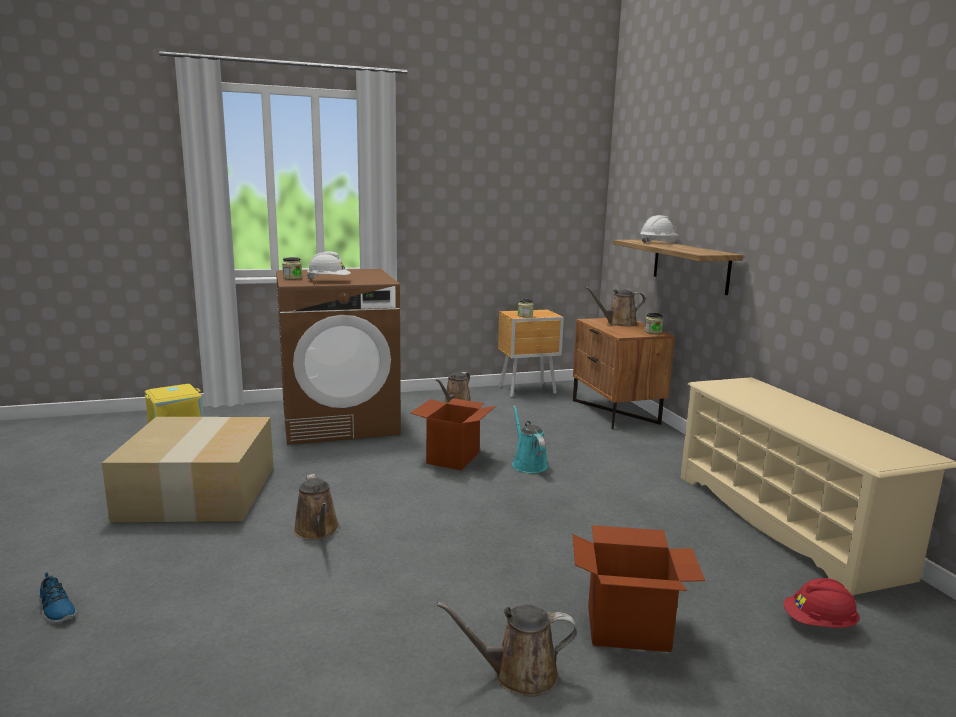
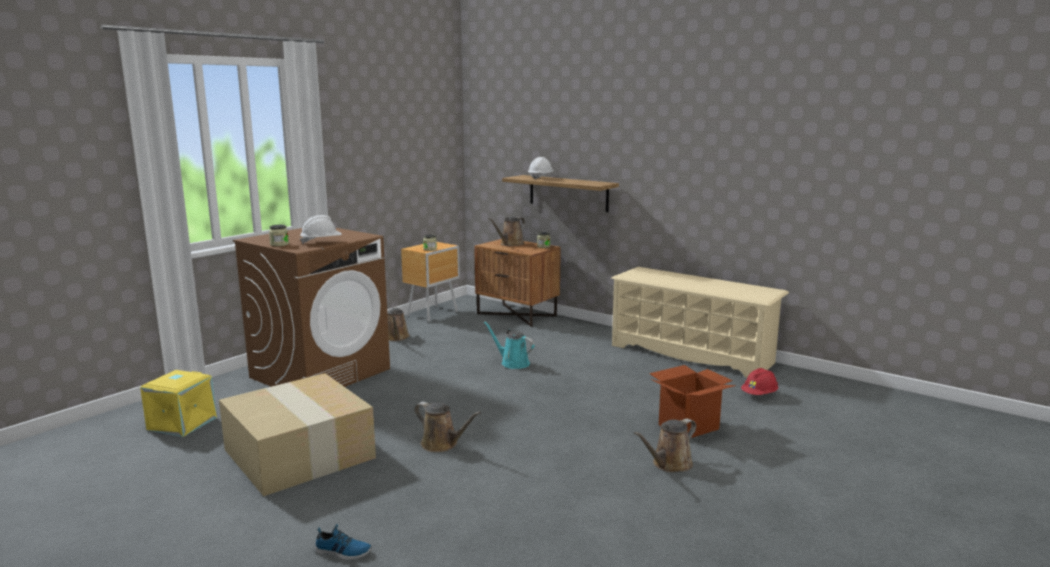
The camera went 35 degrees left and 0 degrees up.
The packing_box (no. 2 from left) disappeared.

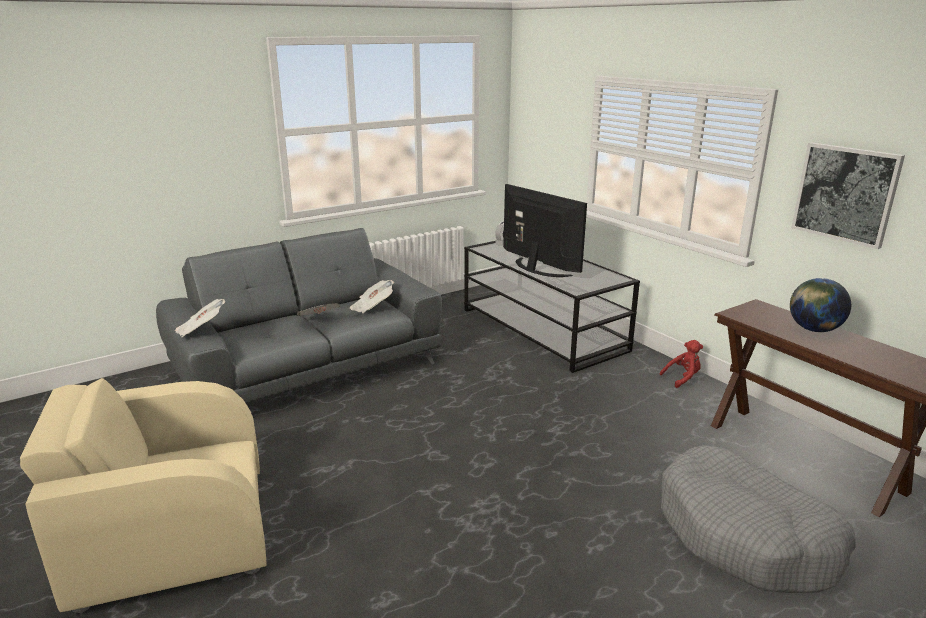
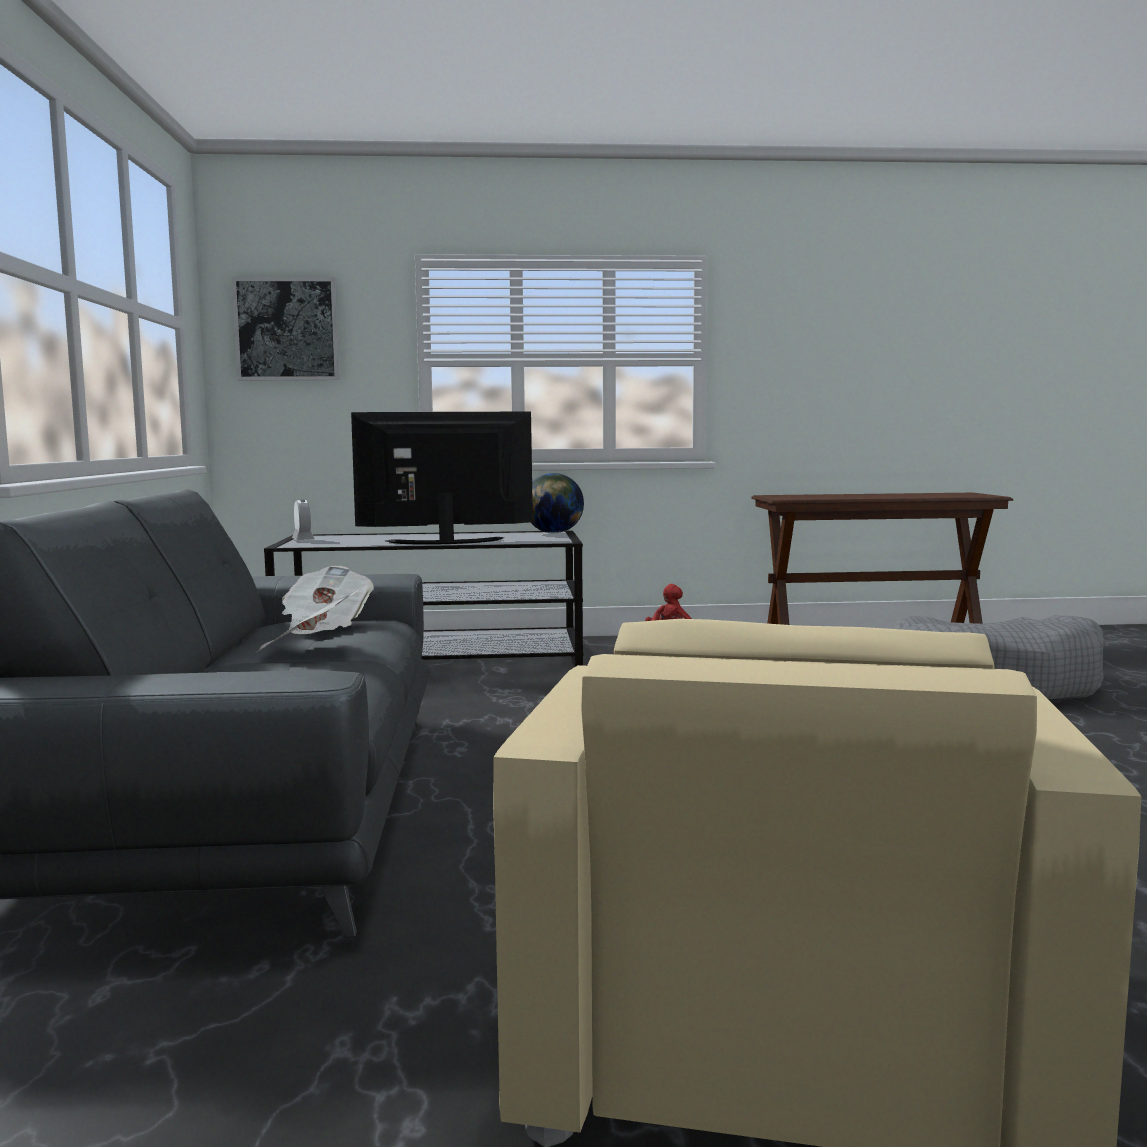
The camera went 60 degrees left and 15 degrees down.
The newspaper (no. 1 from left) disappeared.
The desk_globe moved.
The wall_picture moved.

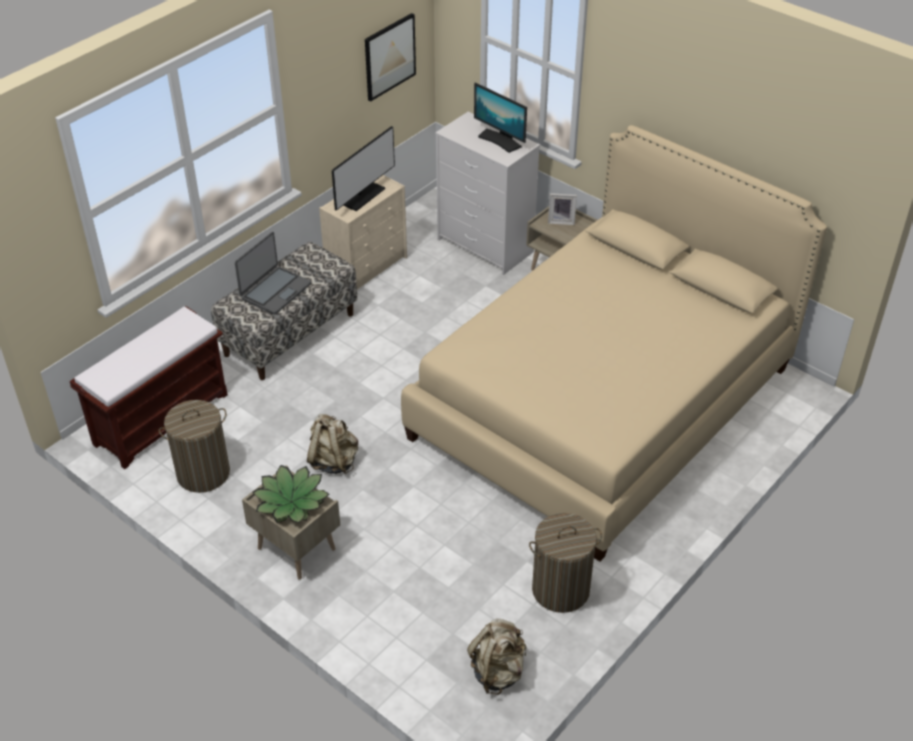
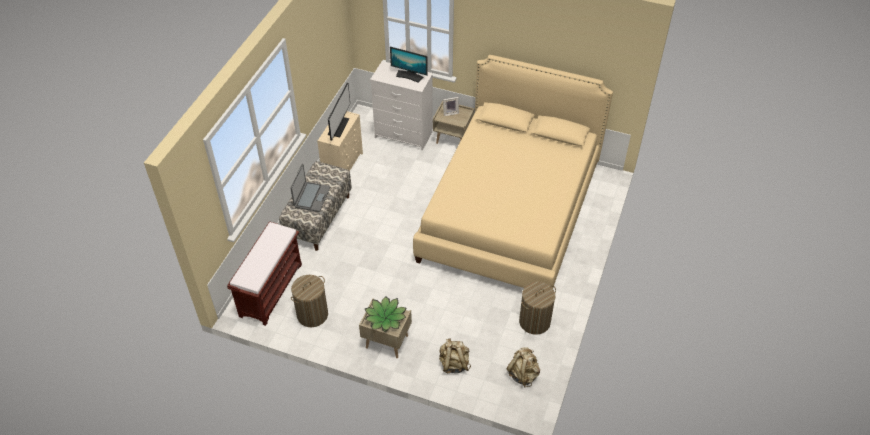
The camera went 20 degrees left and 5 degrees up.
The beige-coloured_rucksack (no. 1 from left) moved.
The wall_picture disappeared.

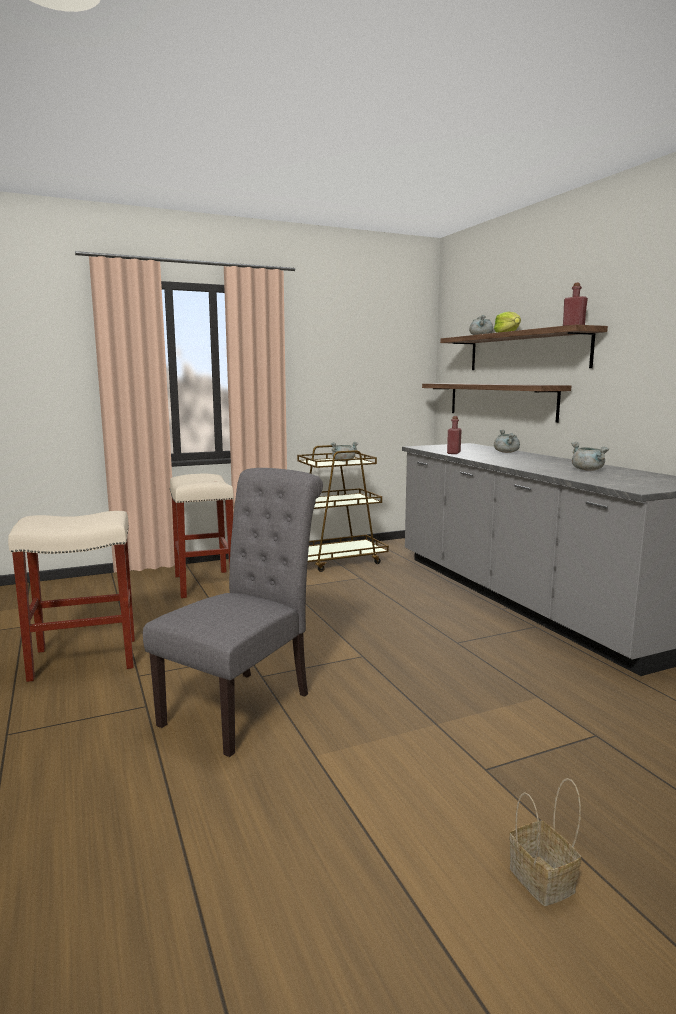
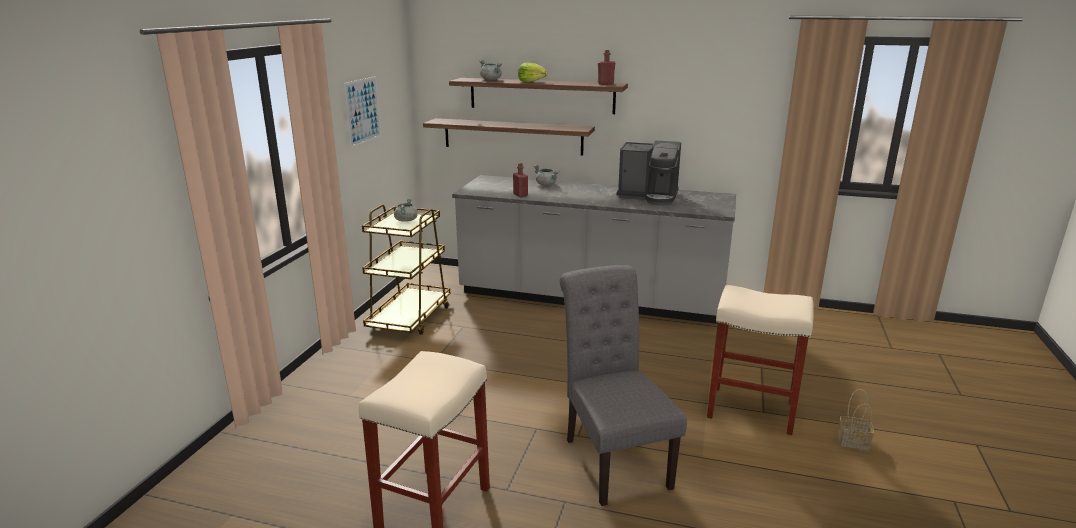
The camera went 50 degrees left and 10 degrees up.
The beige-coloured_stool_seat (no. 2 from left) moved.
The grey_cooking_pot (no. 4 from left) was replaced by the coffee_brewer.
The wall_picture appeared.

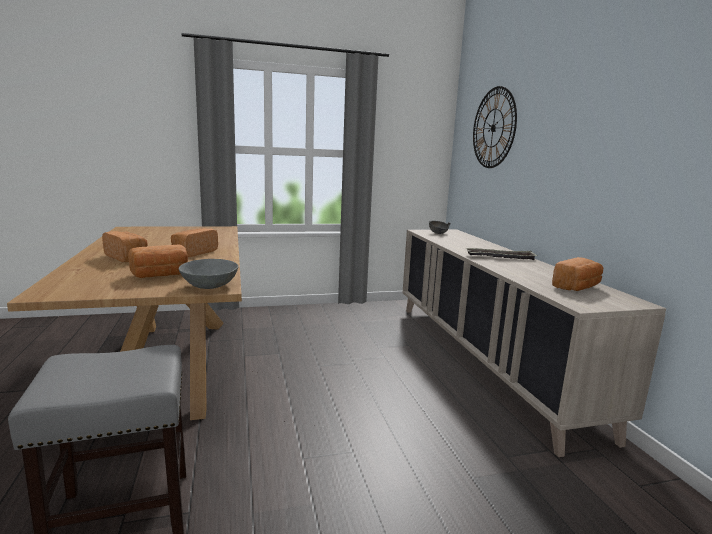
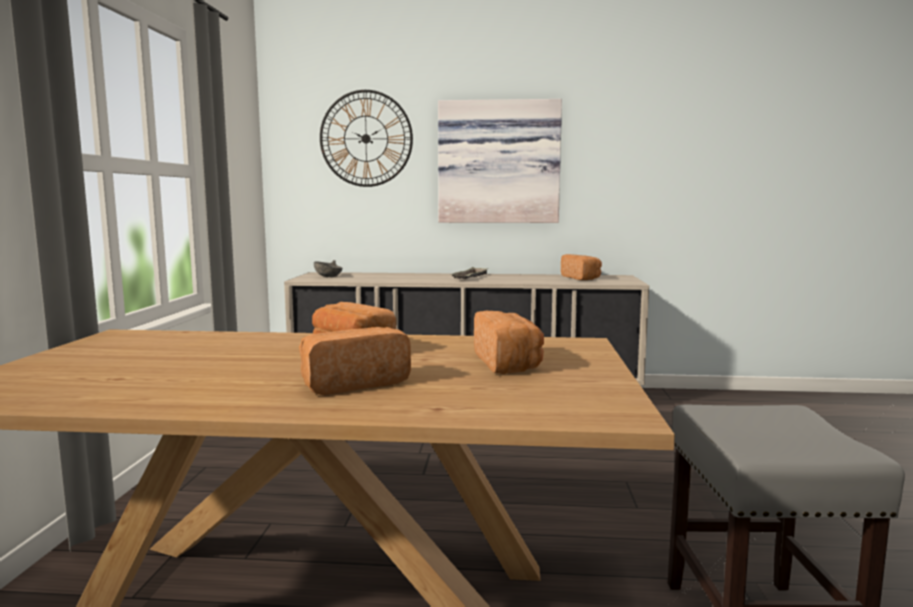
The camera went 70 degrees left and 5 degrees down.
The grey_bowl (no. 1 from left) disappeared.
The wall_picture appeared.

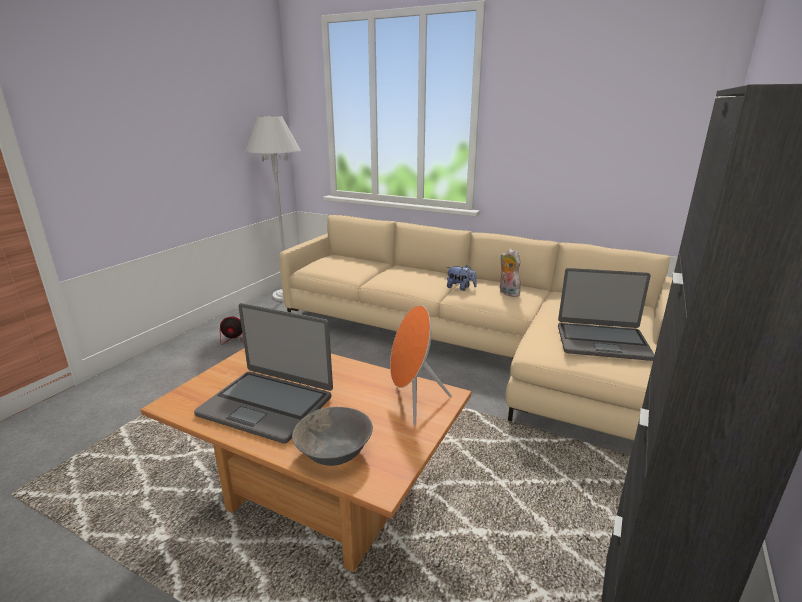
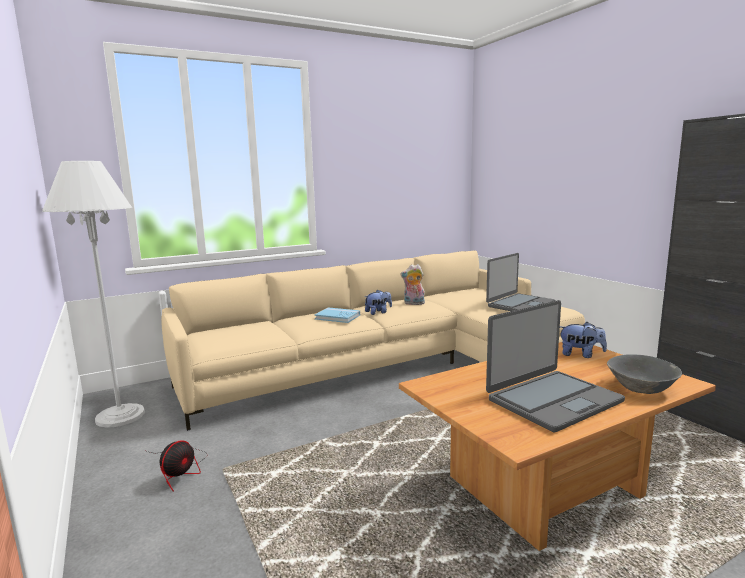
The camera went 55 degrees left and 10 degrees down.
The orange-coloured_speaker was replaced by the soft_toy (no. 3 from left).
The blue_book appeared.

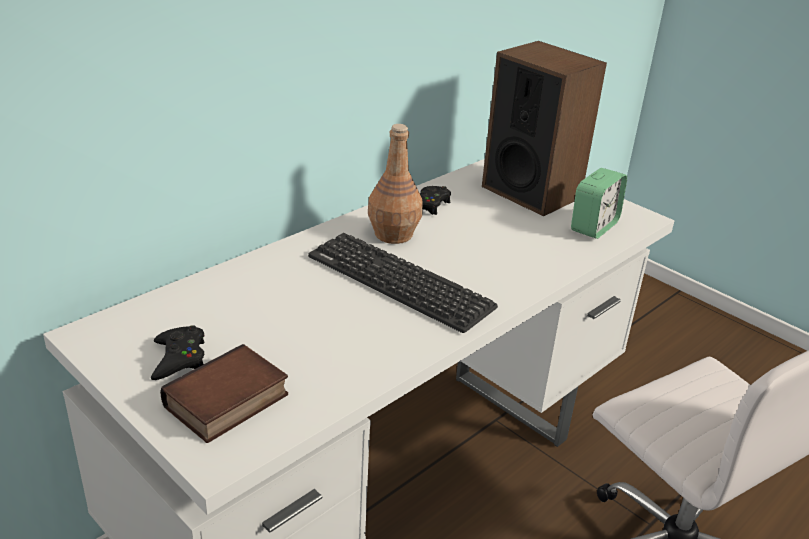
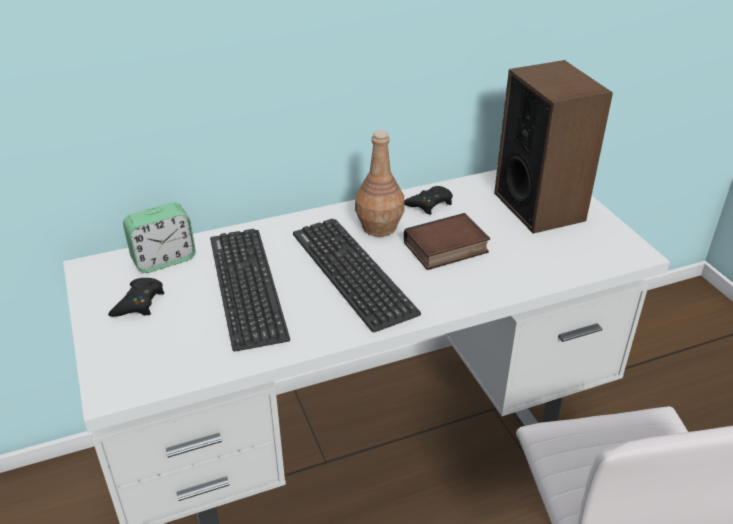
The camera went 25 degrees right and 5 degrees up.
The book moved.
The bedside_clock moved.
The keyboard (no. 1 from left) appeared.

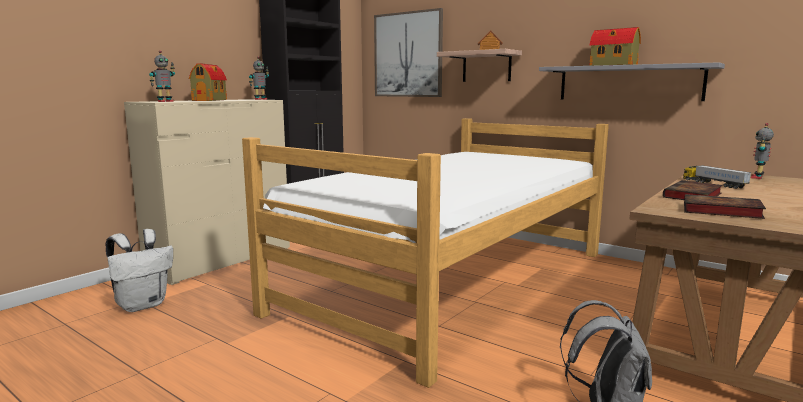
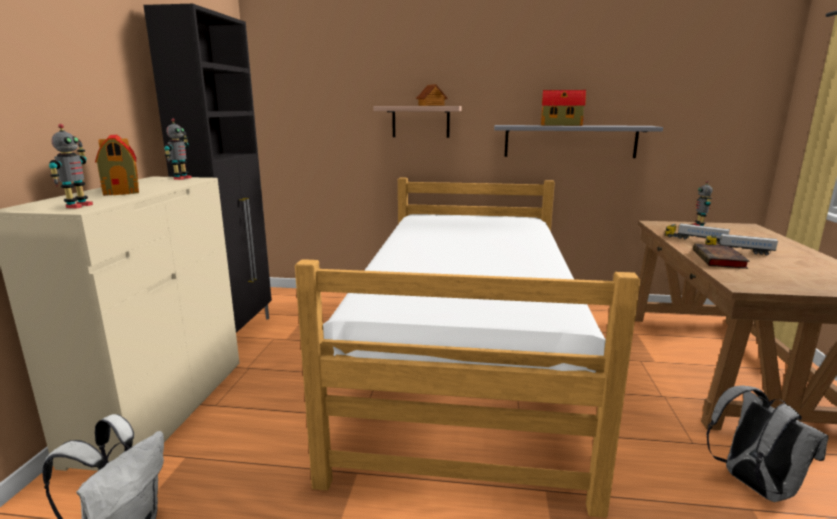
The camera went 30 degrees left and 5 degrees up.
The wall_picture disappeared.
The book (no. 2 from left) disappeared.
The toy_truck (no. 2 from left) appeared.

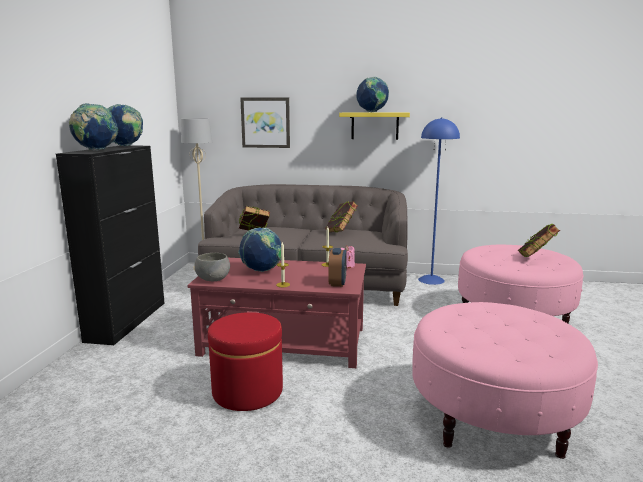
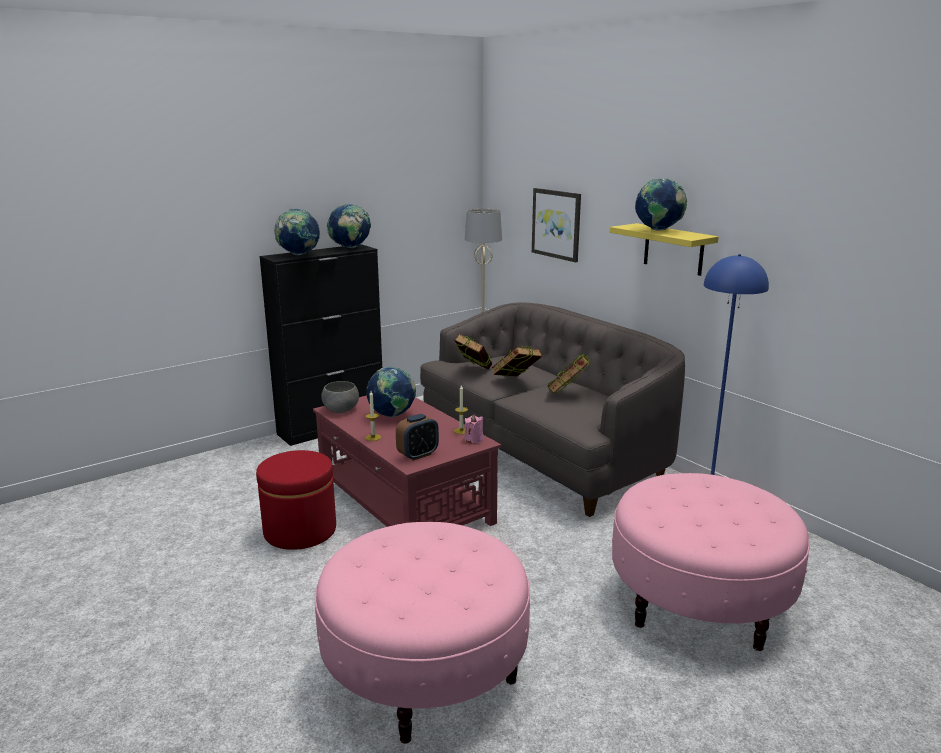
The camera went 45 degrees right and 5 degrees up.
The book (no. 3 from left in the first image) moved.

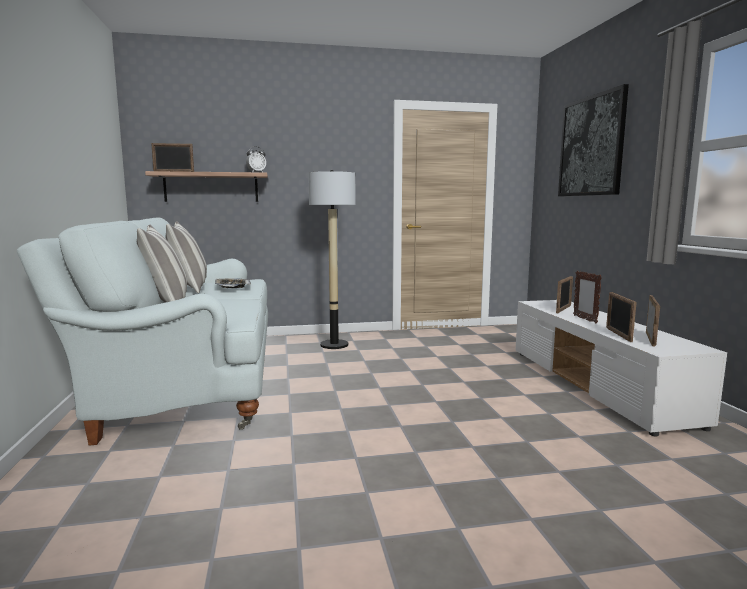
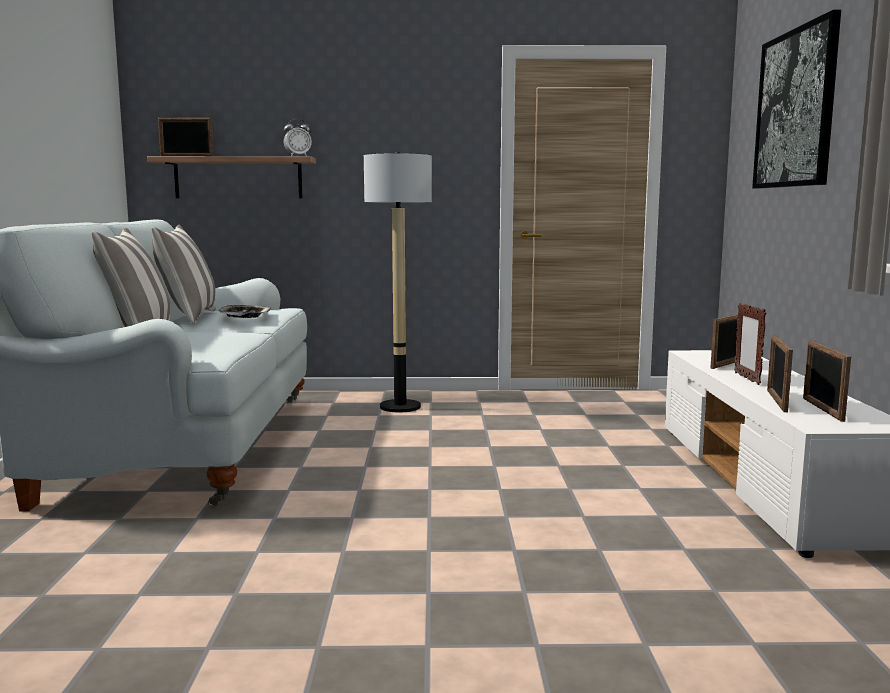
The camera went 10 degrees right and 0 degrees up.
The picture_frame (no. 5 from left) turned 150 degrees clockwise.

